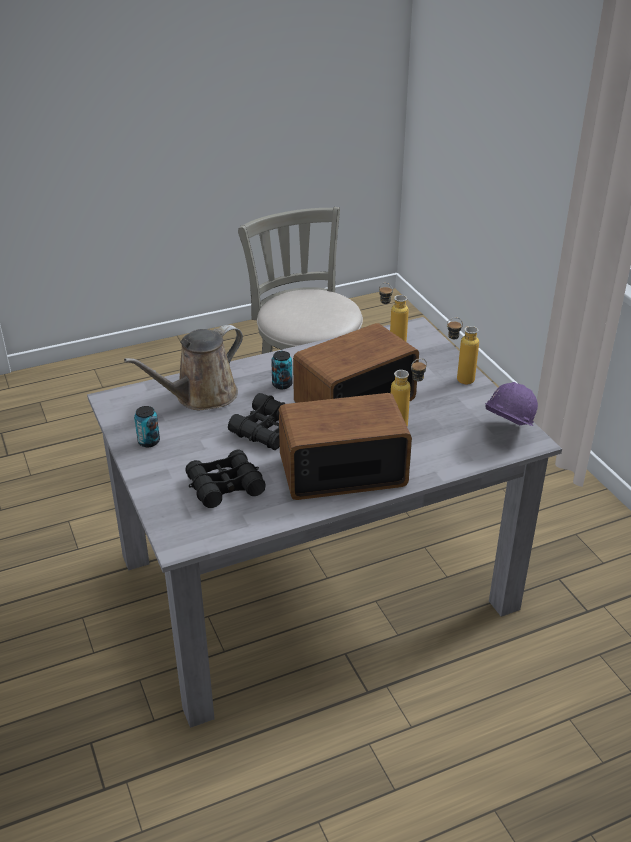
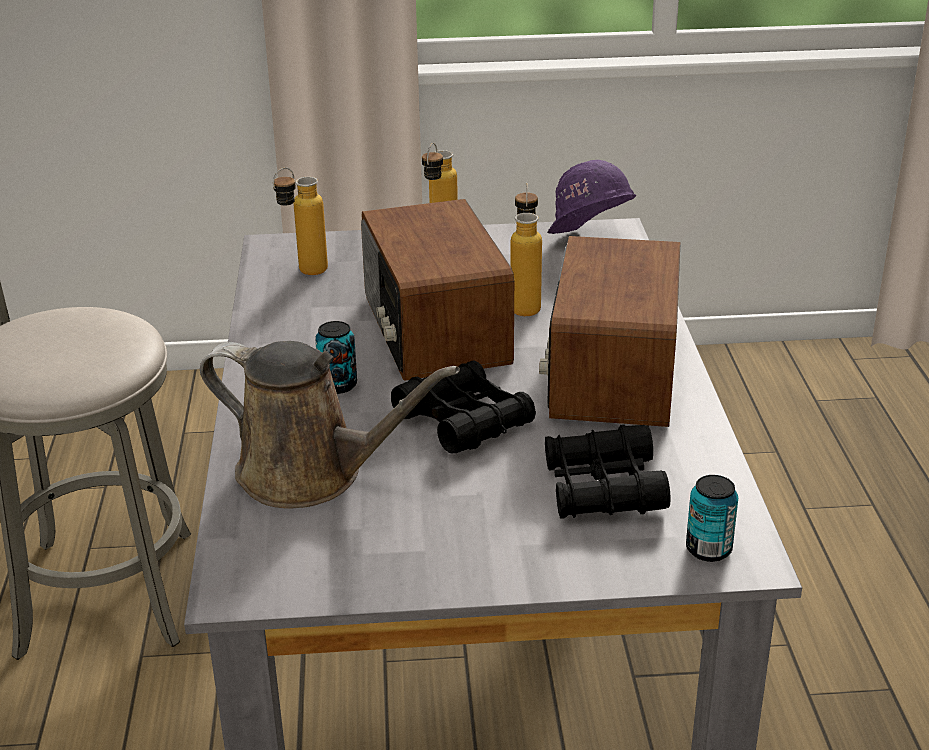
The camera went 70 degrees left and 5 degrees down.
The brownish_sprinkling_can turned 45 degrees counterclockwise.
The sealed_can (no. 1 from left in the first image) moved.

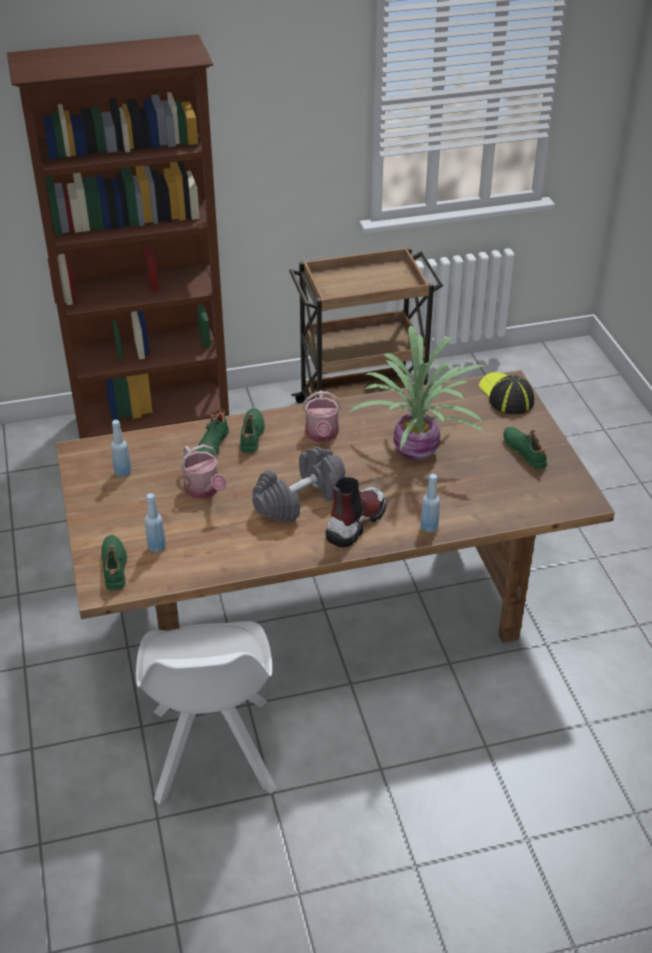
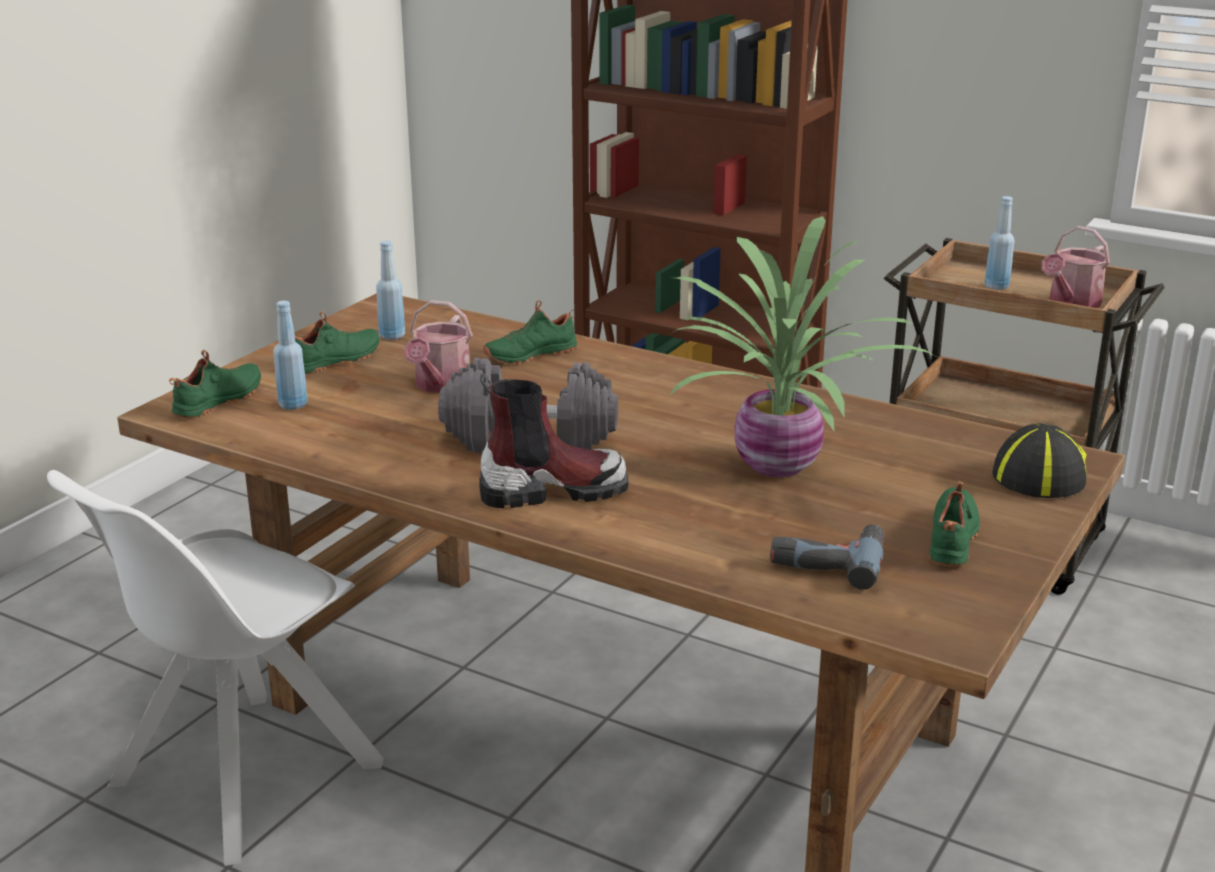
The camera went 45 degrees right and 15 degrees down.
The greenish_low_shoe (no. 3 from left in the first image) moved.
The sprinkling_can (no. 2 from left) moved.
The blue_bottle (no. 3 from left) moved.
The drill appeared.

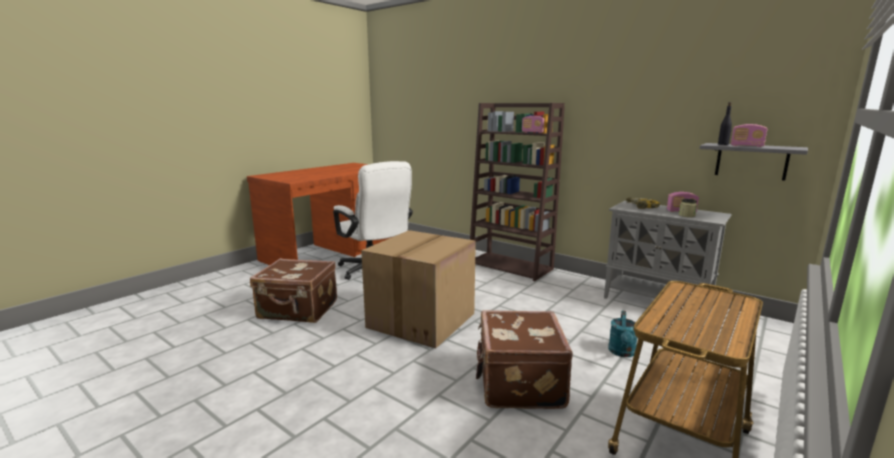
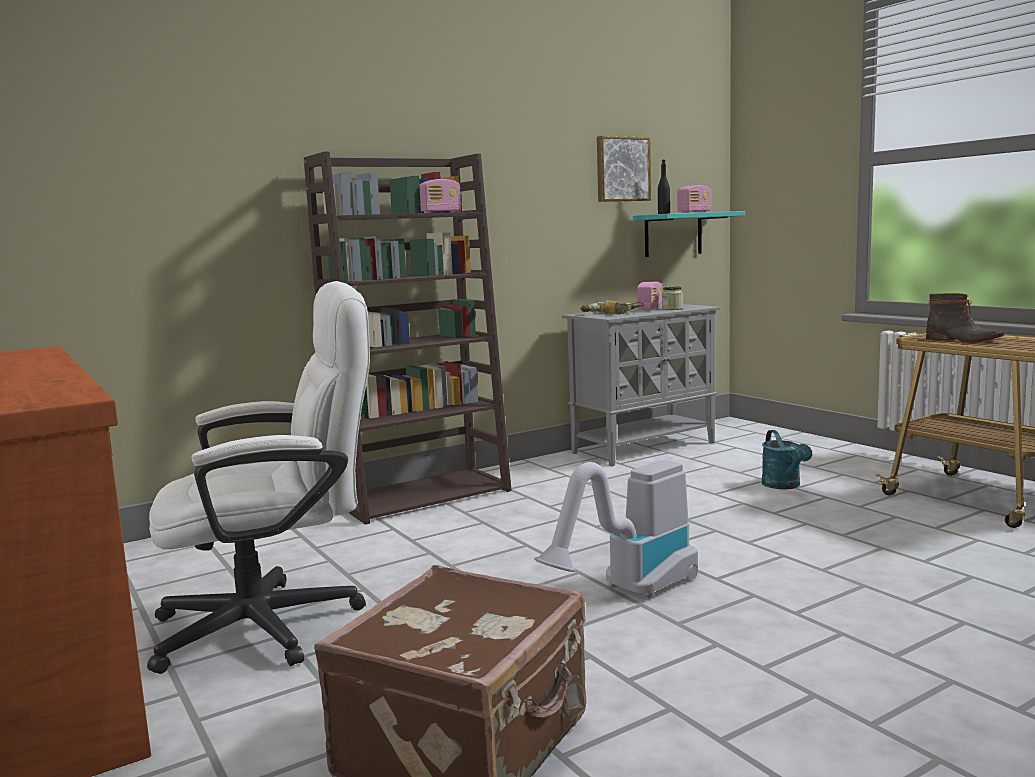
The camera went 70 degrees left and 5 degrees down.
The packing_box was replaced by the hoover.
The brownish_suitcase (no. 2 from left) disappeared.
The turquoise-coloured_sprinkling_can turned 45 degrees clockwise.
The grey_wall_shelf became the turquoise-coloured_wall_shelf.
The wall_picture appeared.
The tall_boot appeared.

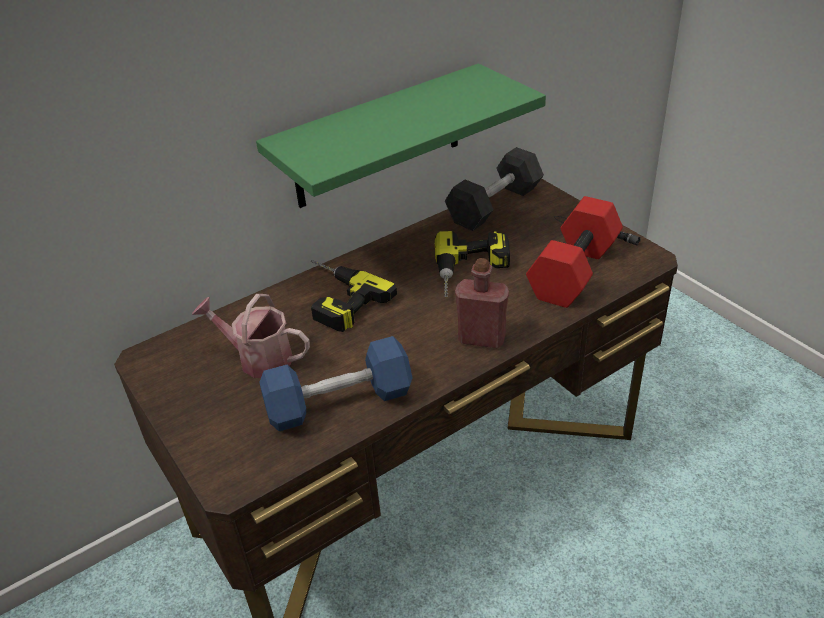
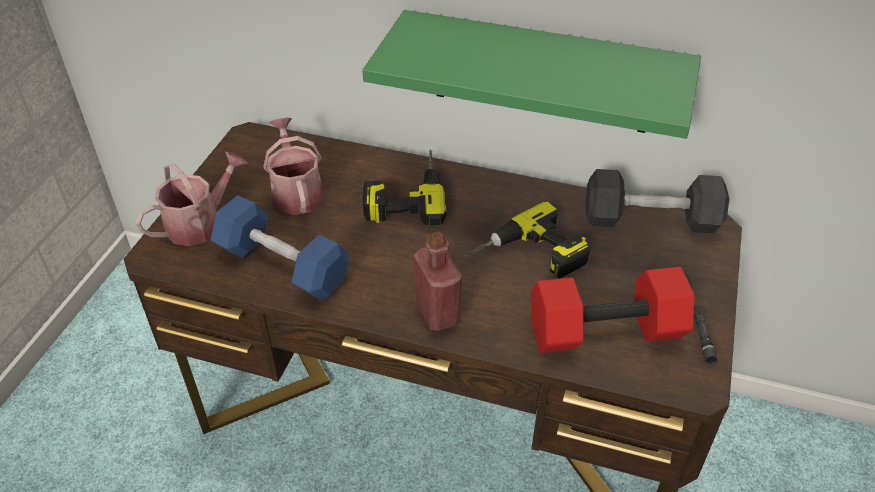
The camera went 50 degrees right and 5 degrees up.
The sprinkling_can (no. 1 from left) appeared.

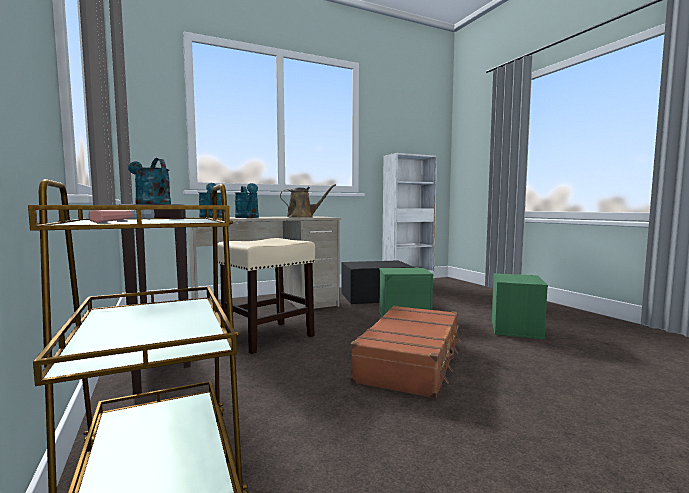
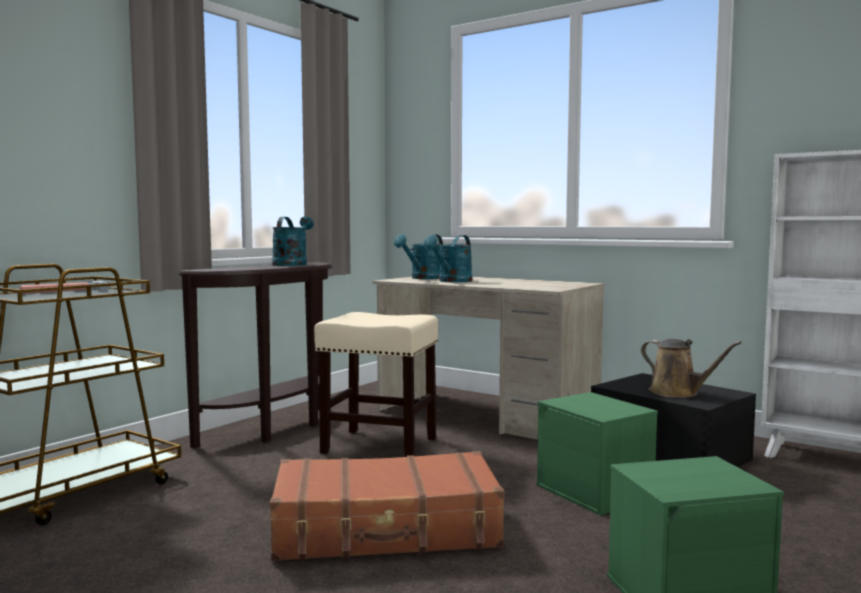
The camera went 60 degrees right and 0 degrees up.
The brownish_sprinkling_can moved.

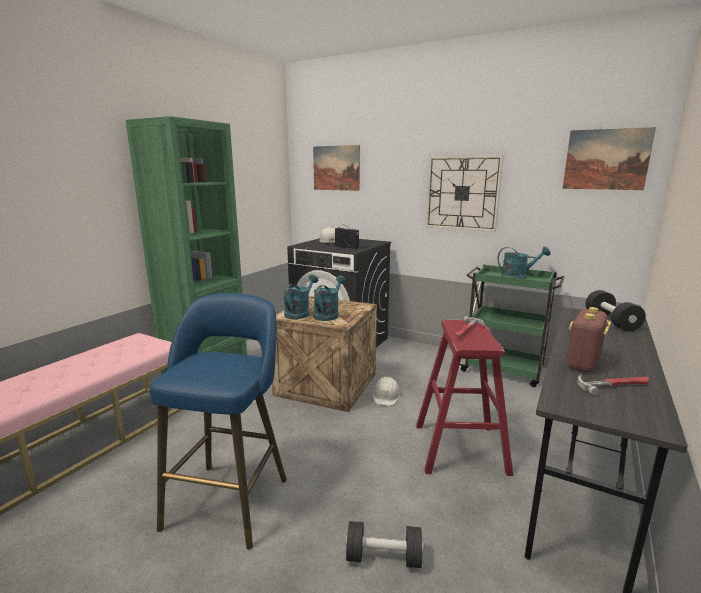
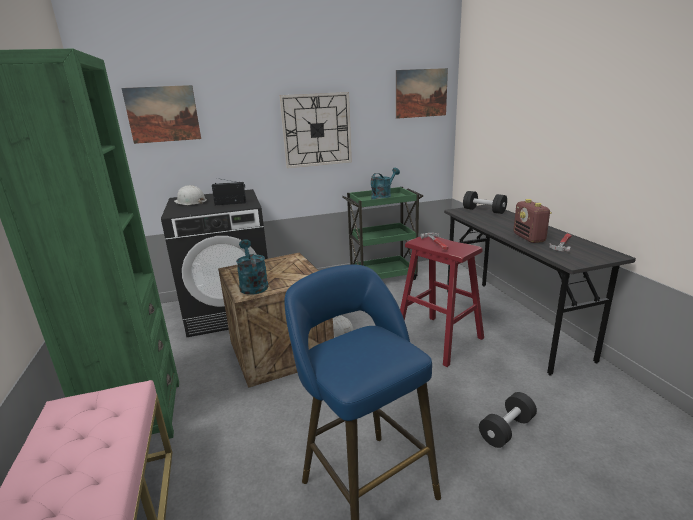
The camera went 45 degrees left and 5 degrees up.
The turquoise-coloured_sprinkling_can (no. 2 from left) disappeared.

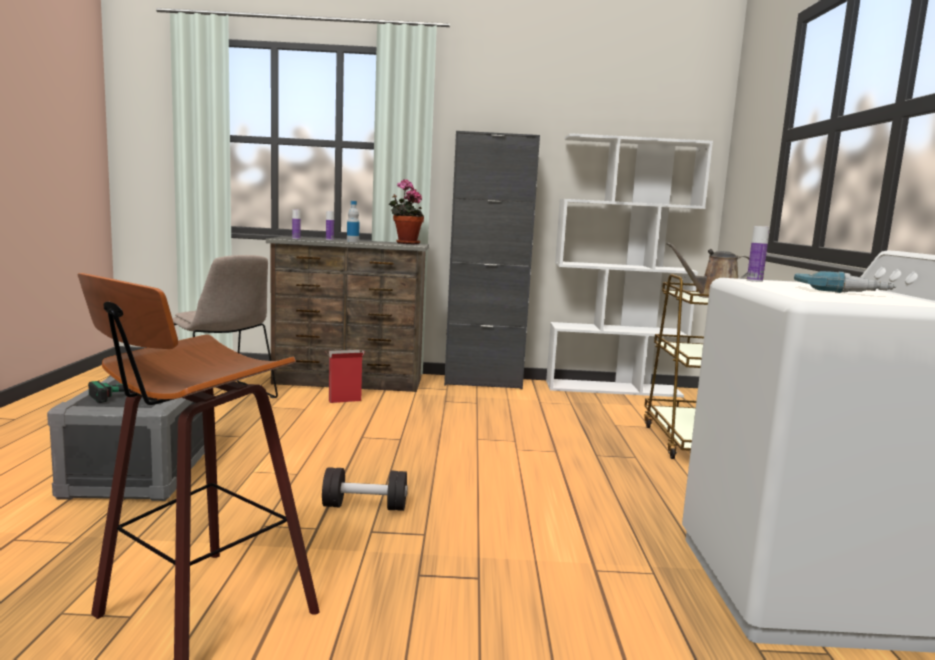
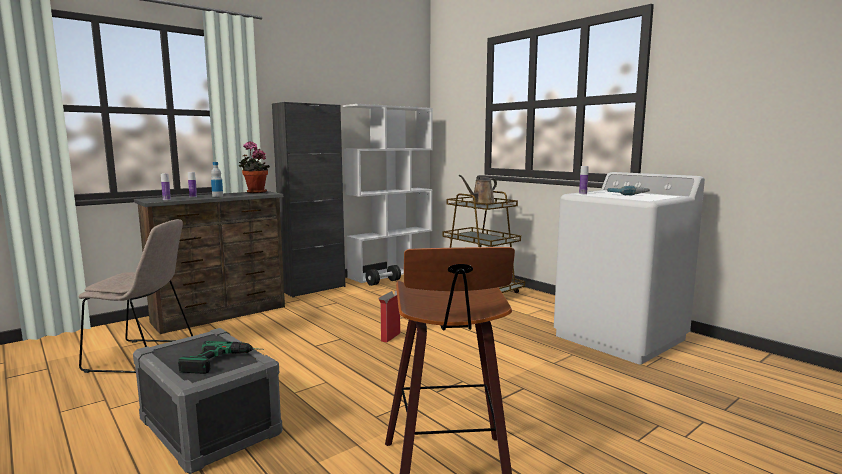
The camera went 40 degrees left and 0 degrees up.
The black_free_weight moved.
The packing_box moved.

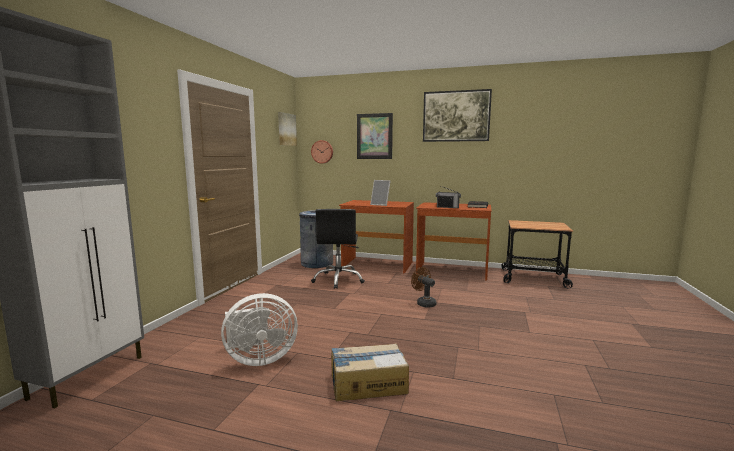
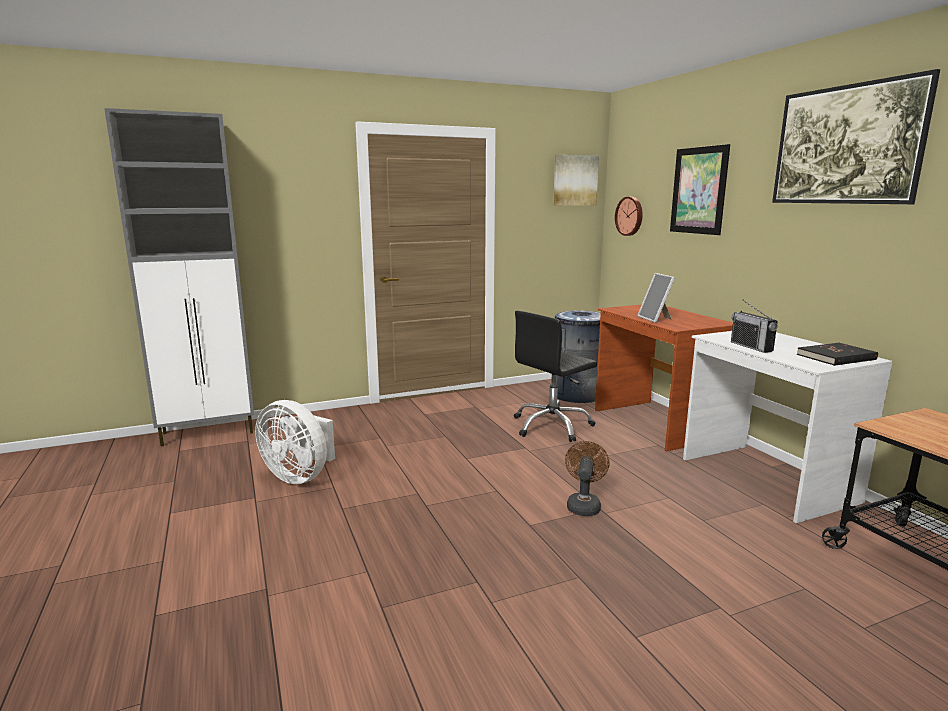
The camera went 50 degrees right and 5 degrees up.
The packing_box disappeared.
The brownish_desk_table (no. 2 from left) became the whitish_desk_table.

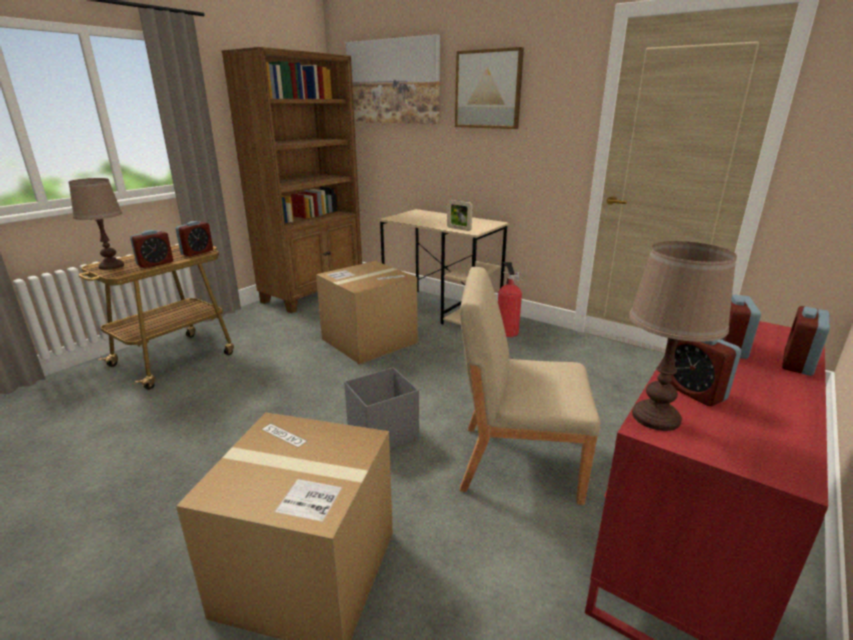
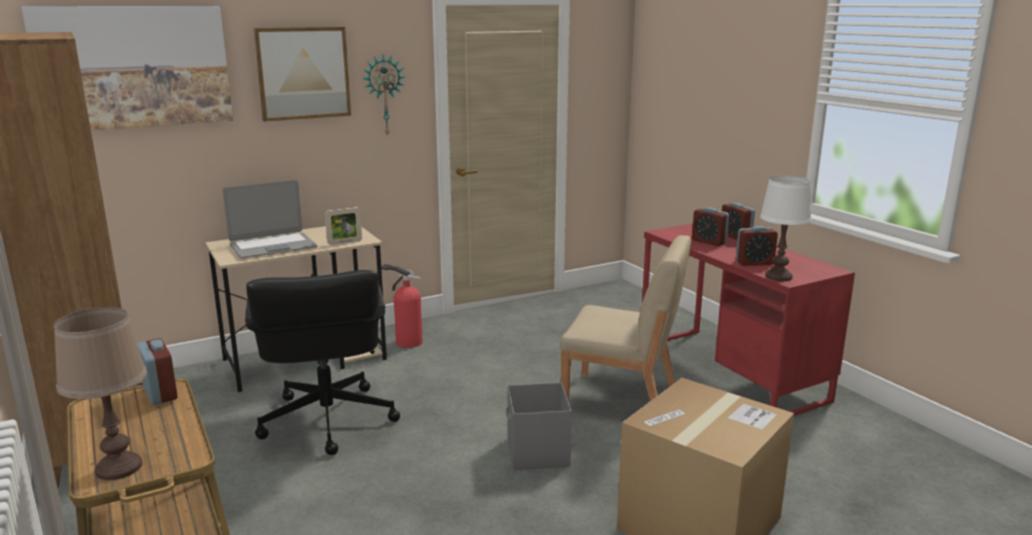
The camera went 65 degrees left and 5 degrees down.
The bedside_clock (no. 1 from left) disappeared.
The packing_box (no. 2 from left) was replaced by the black_office_chair.
The beige-coloured_plain_chair turned 105 degrees counterclockwise.
The brownish_tabletop_lamp (no. 2 from left) became the whitish_tabletop_lamp.
The portable_computer appeared.
The clock_on_the_wall appeared.

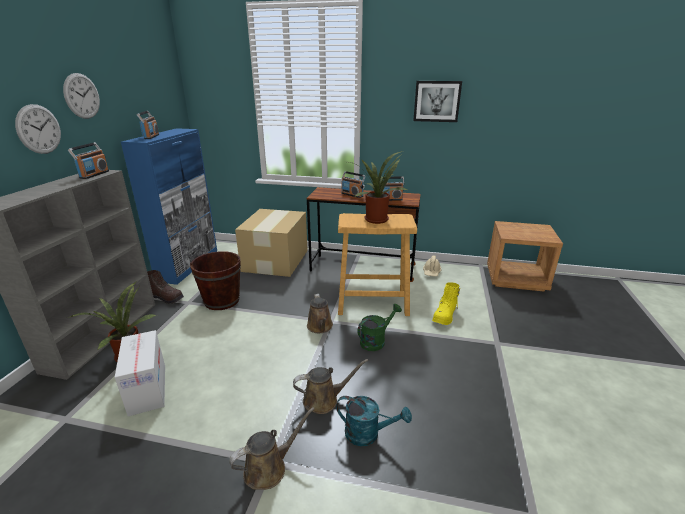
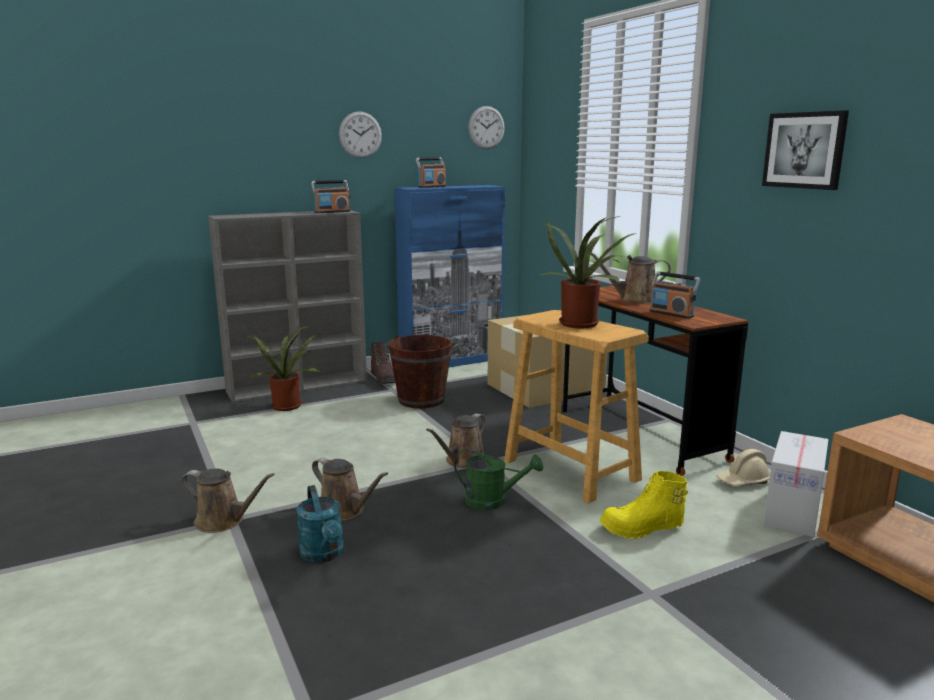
The camera went 50 degrees right and 10 degrees down.
The clock_on_the_wall (no. 1 from left in the first image) moved.
The packing_box (no. 1 from left in the first image) moved.
The radio_set (no. 3 from left) was replaced by the brownish_sprinkling_can (no. 4 from left).

